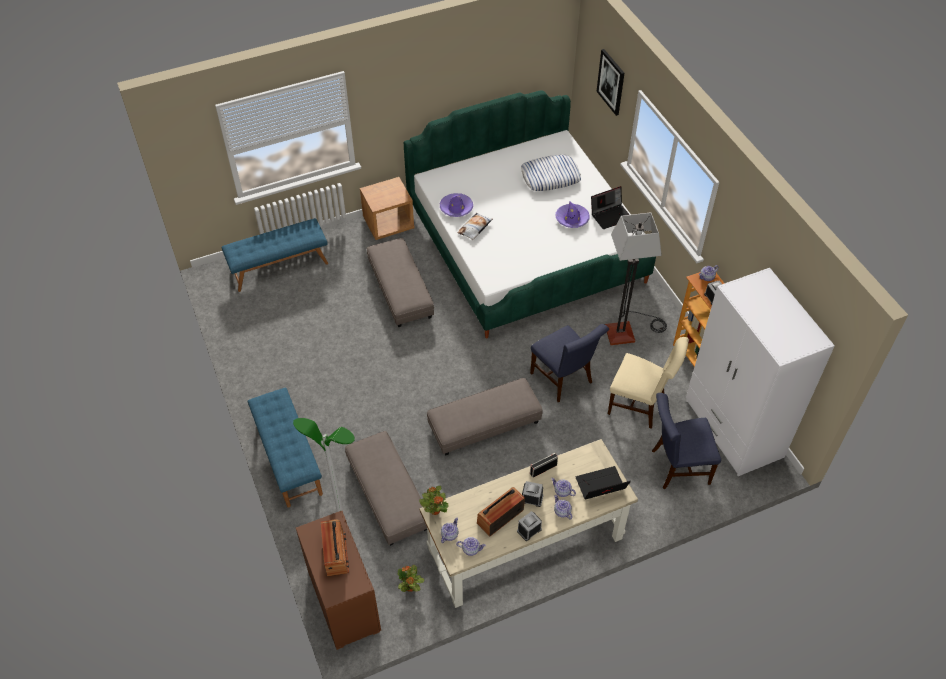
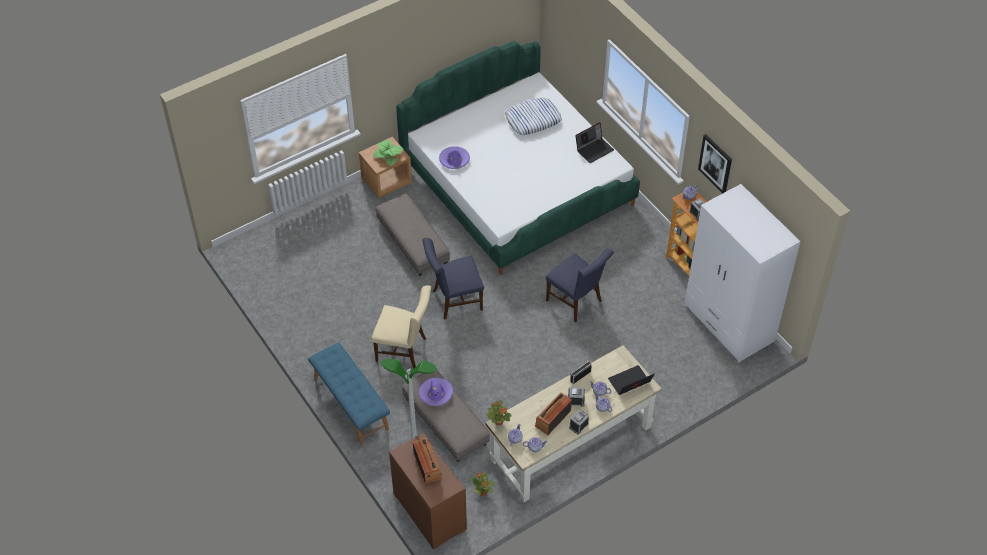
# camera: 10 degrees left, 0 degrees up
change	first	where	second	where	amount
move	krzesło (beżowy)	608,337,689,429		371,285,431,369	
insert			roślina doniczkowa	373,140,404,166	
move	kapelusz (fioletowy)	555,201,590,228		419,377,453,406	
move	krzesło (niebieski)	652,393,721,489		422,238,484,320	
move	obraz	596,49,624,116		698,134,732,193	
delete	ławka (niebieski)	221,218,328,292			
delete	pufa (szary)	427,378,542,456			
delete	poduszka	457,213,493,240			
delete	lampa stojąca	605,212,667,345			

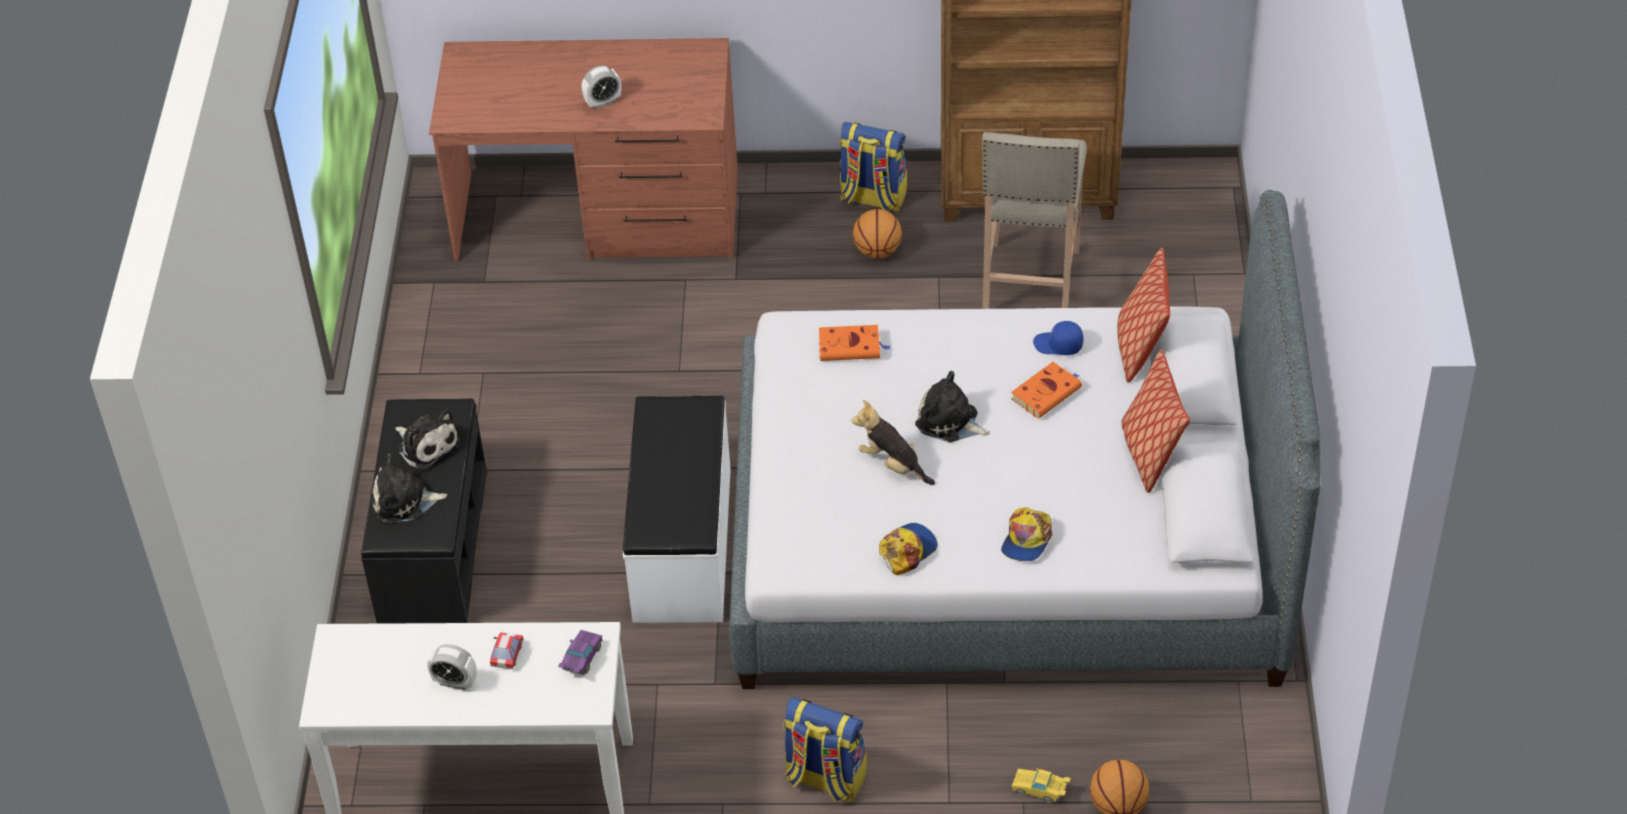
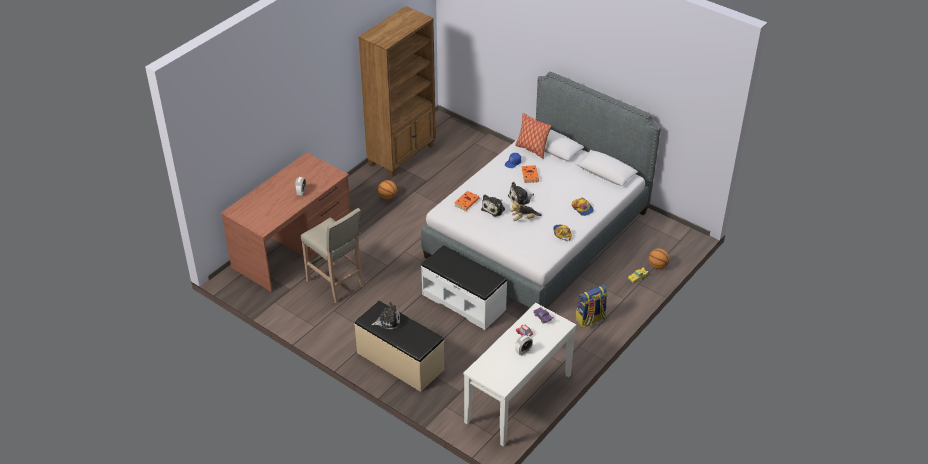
# camera: 55 degrees left, 5 degrees down
change	first	where	second	where	amount
move	stołek (beżowy)	982,132,1087,309		301,208,364,304	
recolor	ławka (czarny)	361,399,487,624	ławka (beżowy)	354,301,444,392	
move	pluszak	373,453,447,523		481,195,505,217	
delete	plecak	839,122,907,212			
delete	poduszka	1122,349,1190,493			

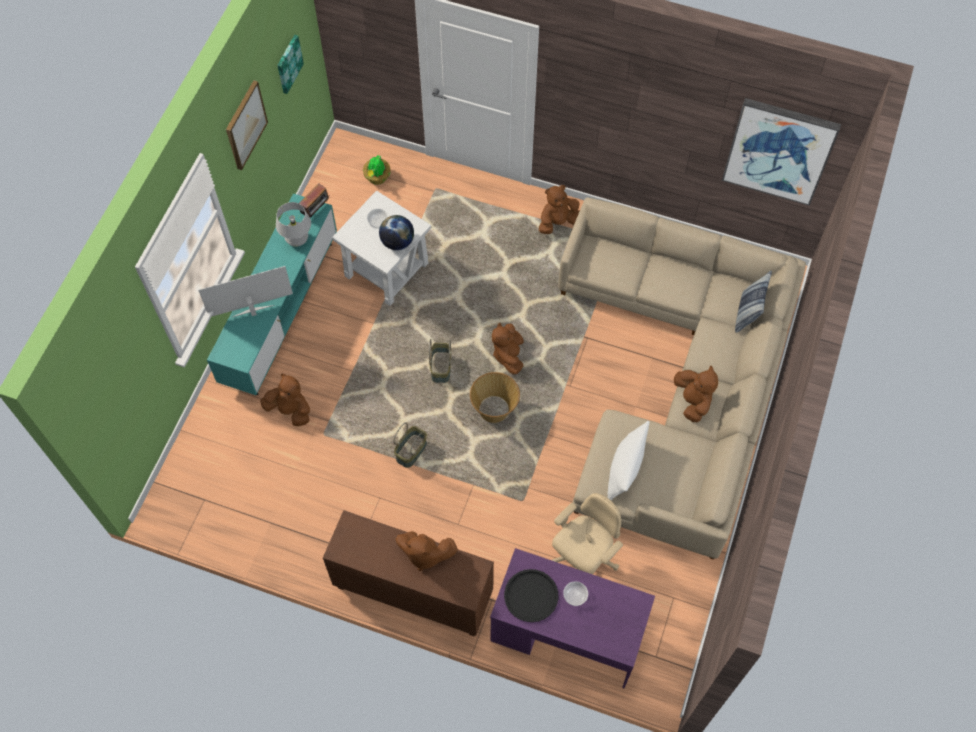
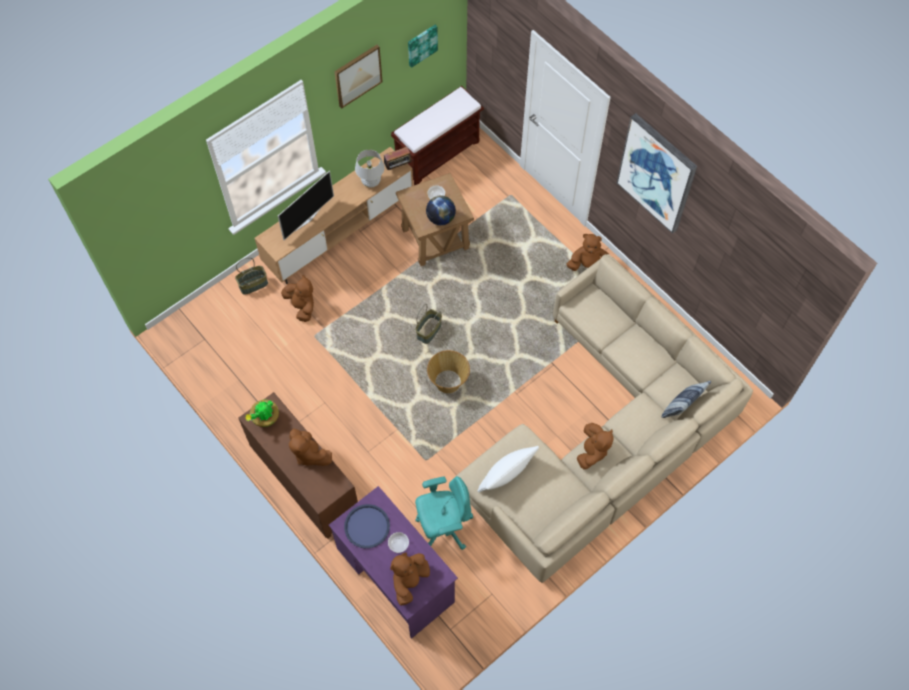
# camera: 30 degrees right, 0 degrees up
change	first	where	second	where	amount
move	koszyk	394,422,427,468		235,258,268,295	
move	roślina doniczkowa	363,155,391,185		245,400,279,427	
recolor	szafka pod telewizor (turkusowy)	207,193,337,395	szafka pod telewizor (brązowy)	255,147,413,284	
rotate	telewizor	198,266,293,317		278,171,334,240	120 degrees clockwise
recolor	taca (czarny)	504,569,558,622	taca (niebieski)	344,504,390,548	
move	pluszak (brązowy)	492,323,524,374		390,552,430,605	
insert			ławka (brązowy)	391,86,484,185	
recolor	stolik (biały)	332,190,431,306	stolik (brązowy)	396,173,474,266	
recolor	krzesło biurowe (beżowy)	552,493,623,574	krzesło biurowe (turkusowy)	415,476,473,550	
move	obraz	722,98,841,206		617,113,697,234	

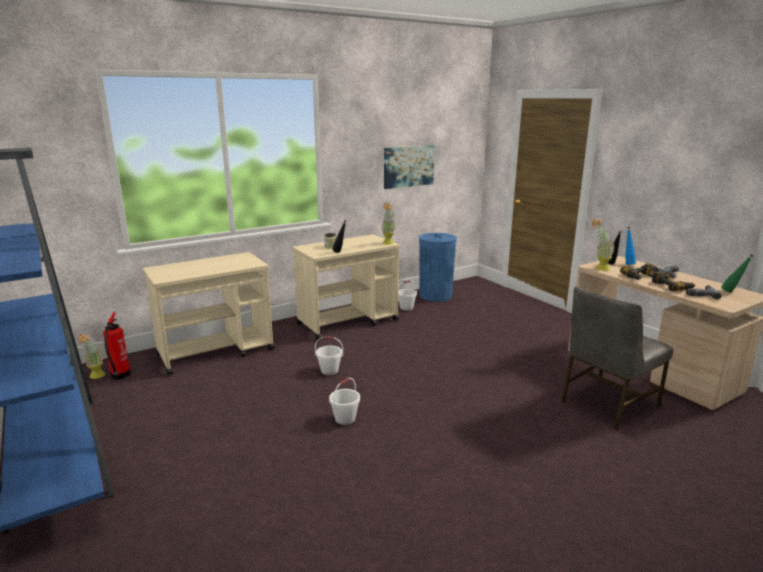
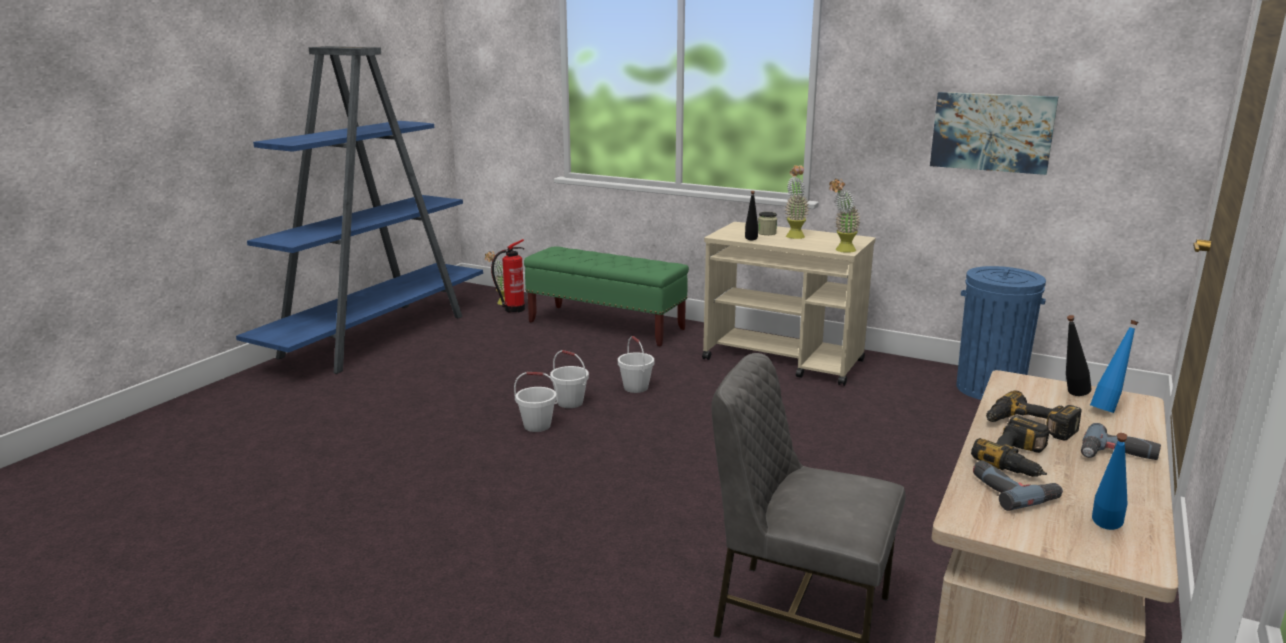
# camera: 60 degrees right, 0 degrees up
change	first	where	second	where	amount
replace	wózek (beżowy)	143,252,274,375	ławka (zielony)	524,246,689,347	
move	wiadro (biały)	398,280,417,311		550,350,589,408	
move	roślina doniczkowa	592,218,614,271		784,165,810,239	
recolor	butelka (zielony)	721,254,754,292	butelka (niebieski)	1092,433,1128,530	

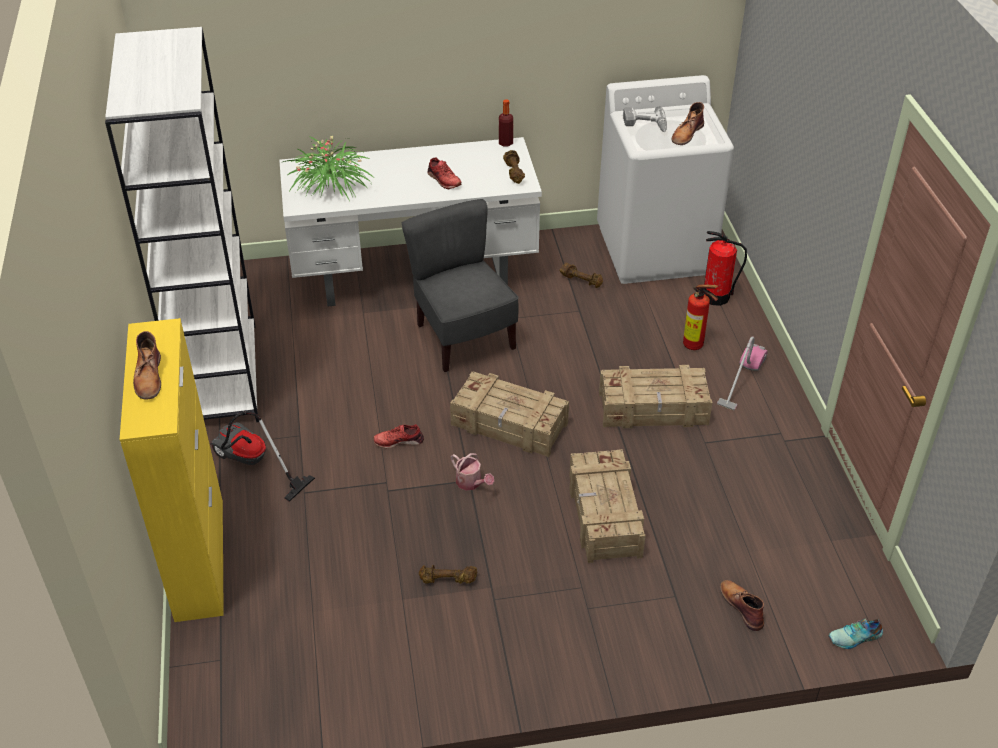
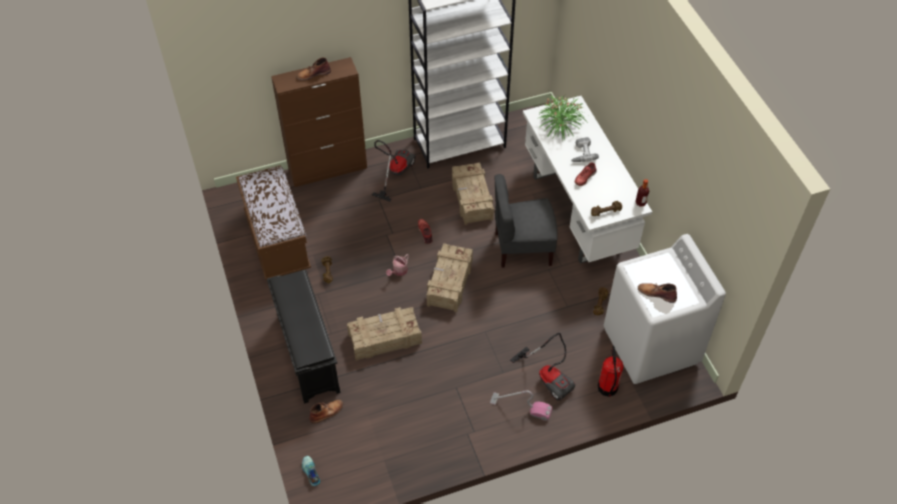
# camera: 80 degrees right, 10 degrees up
change	first	where	second	where	amount
insert			ławka (brązowy)	236,165,311,280	
insert			regał na buty (czarny)	267,270,340,404	
recolor	szafka (żółty)	120,318,224,622	szafka (brązowy)	271,57,367,187	
move	skrzynka	599,365,712,428		452,162,494,225	
rotate	krzesło (szary)	402,199,519,372		494,174,558,268	150 degrees counterclockwise
replace	gaśnica	683,284,718,350	odkurzacz	510,333,575,401	
move	wiertarka	623,106,667,132		571,137,599,162	

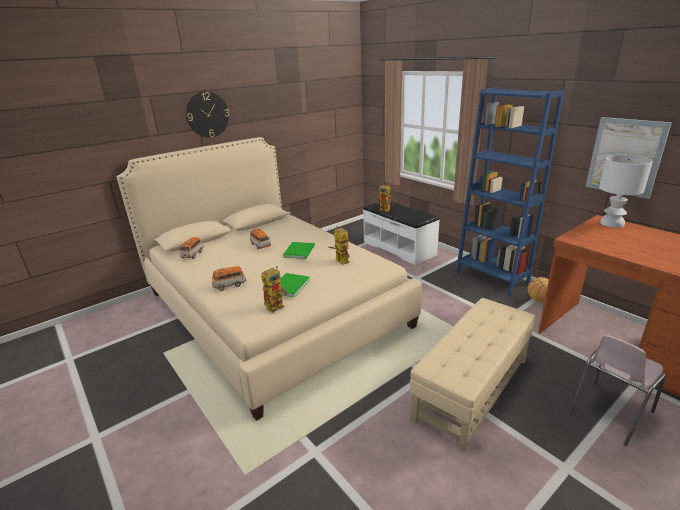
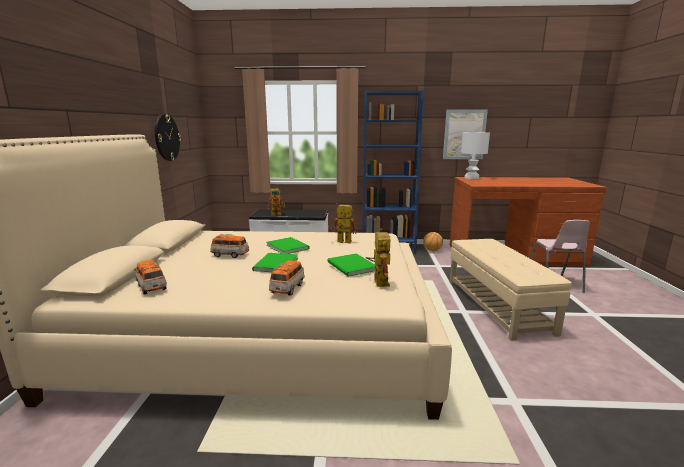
# camera: 50 degrees left, 10 degrees down
change	first	where	second	where	amount
move	zegar ścienny	186,91,229,138		155,114,181,161	
insert			książka (zielony)	252,253,298,272	

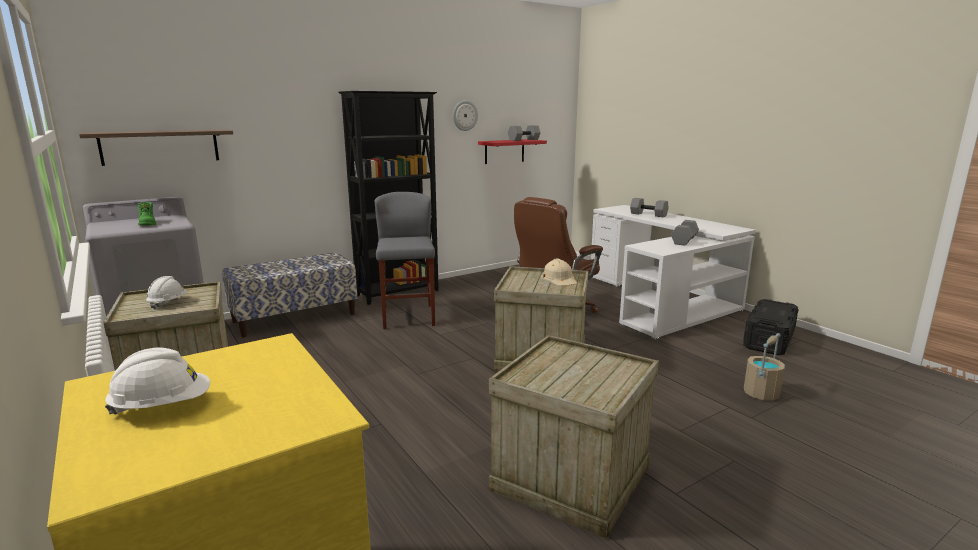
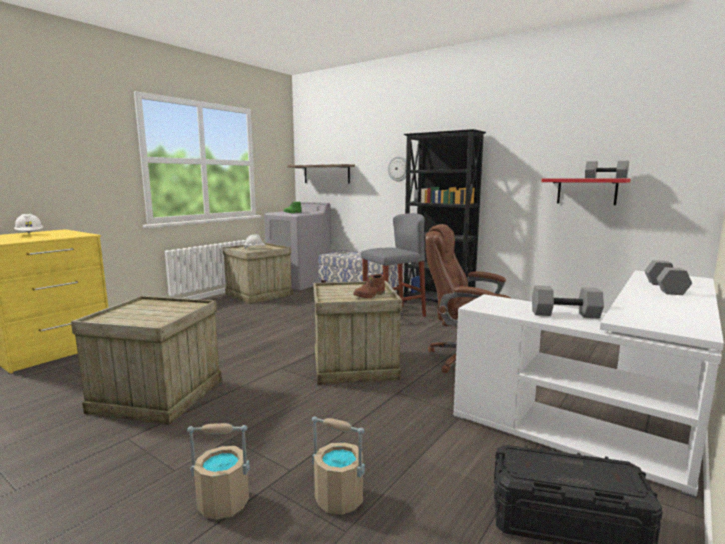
# camera: 70 degrees right, 5 degrees down
change	first	where	second	where	amount
insert			wiadro (beżowy)	187,423,250,520	
replace	kask (beżowy)	541,258,577,286	but z cholewką (brązowy)	353,274,385,298	
move	zegar ścienny	453,100,478,131		388,156,406,182	

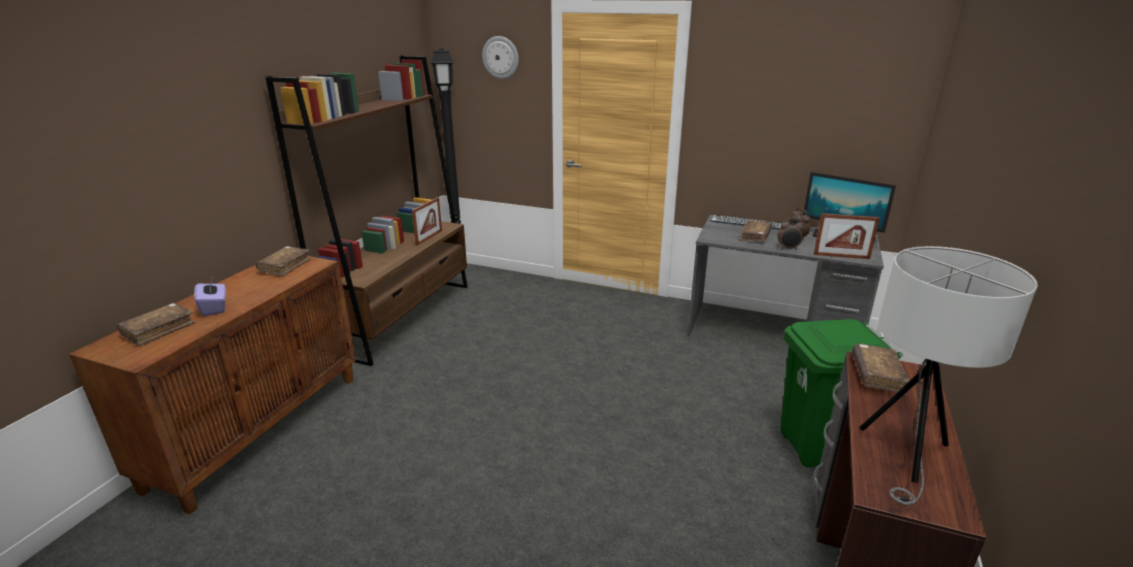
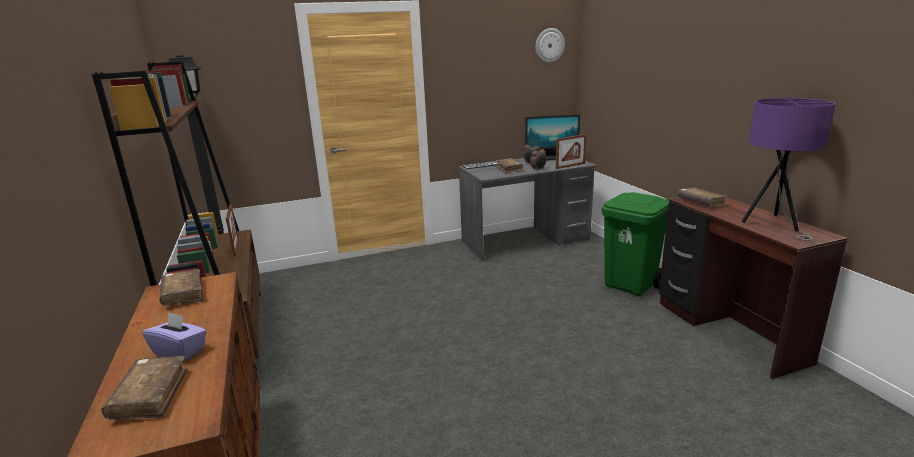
# camera: 40 degrees left, 5 degrees down
change	first	where	second	where	amount
move	zegar ścienny	482,36,519,79		535,28,565,63	
recolor	lampa stołowa (biały)	859,246,1038,505	lampa stołowa (fioletowy)	741,98,835,241	

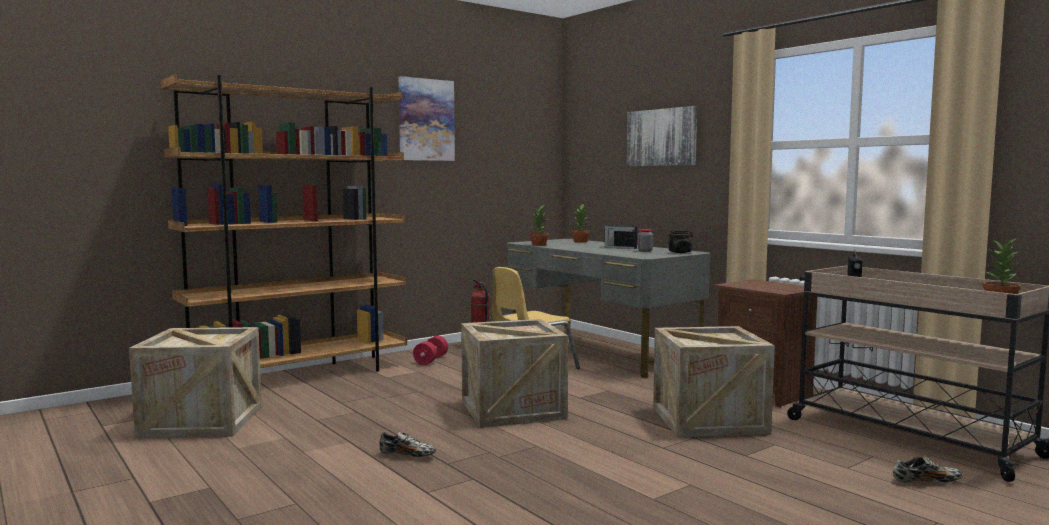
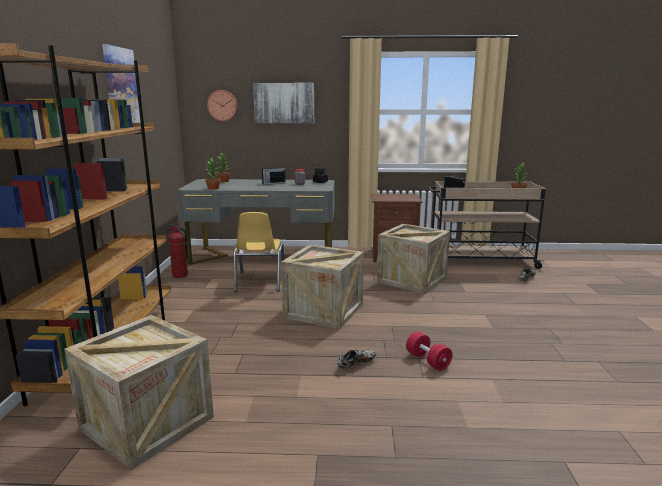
# camera: 50 degrees left, 10 degrees up
change	first	where	second	where	amount
insert			zegar ścienny	207,90,238,122	
move	hantel (czerwony)	413,336,448,365		406,331,452,371	

